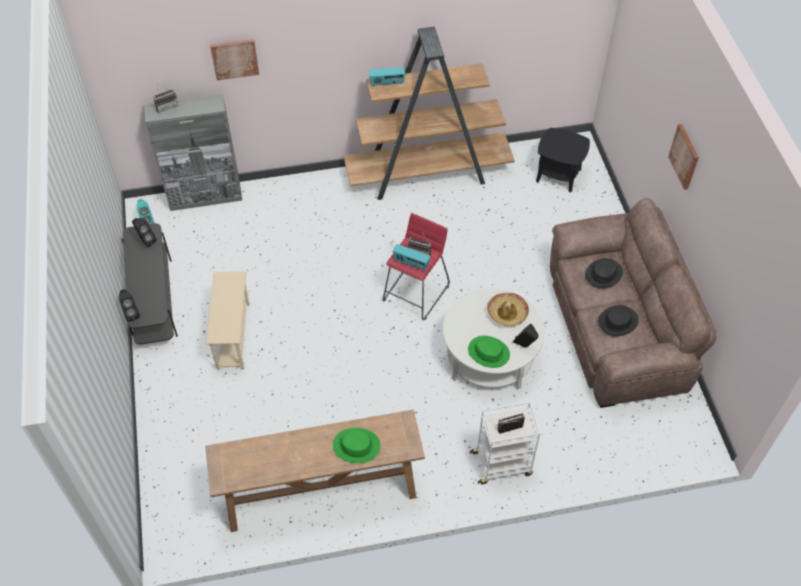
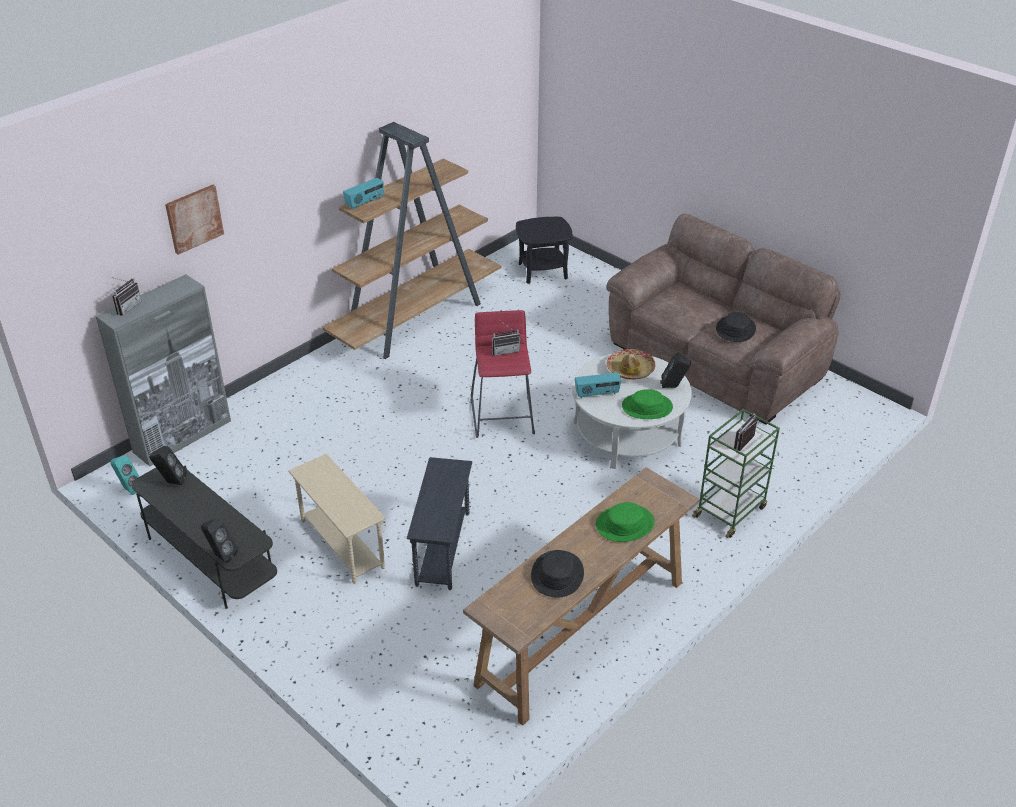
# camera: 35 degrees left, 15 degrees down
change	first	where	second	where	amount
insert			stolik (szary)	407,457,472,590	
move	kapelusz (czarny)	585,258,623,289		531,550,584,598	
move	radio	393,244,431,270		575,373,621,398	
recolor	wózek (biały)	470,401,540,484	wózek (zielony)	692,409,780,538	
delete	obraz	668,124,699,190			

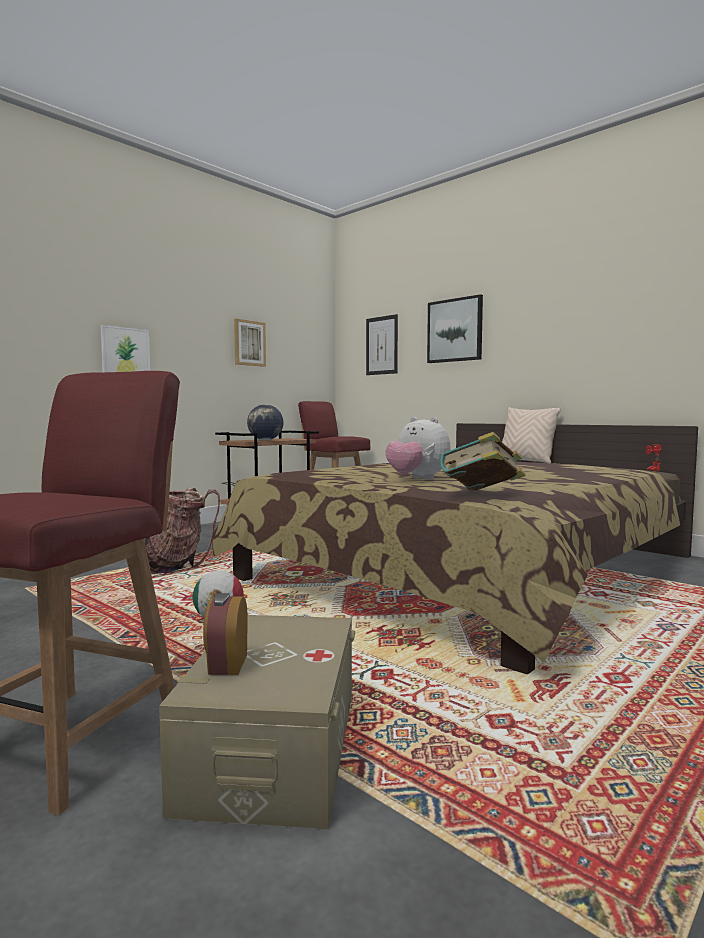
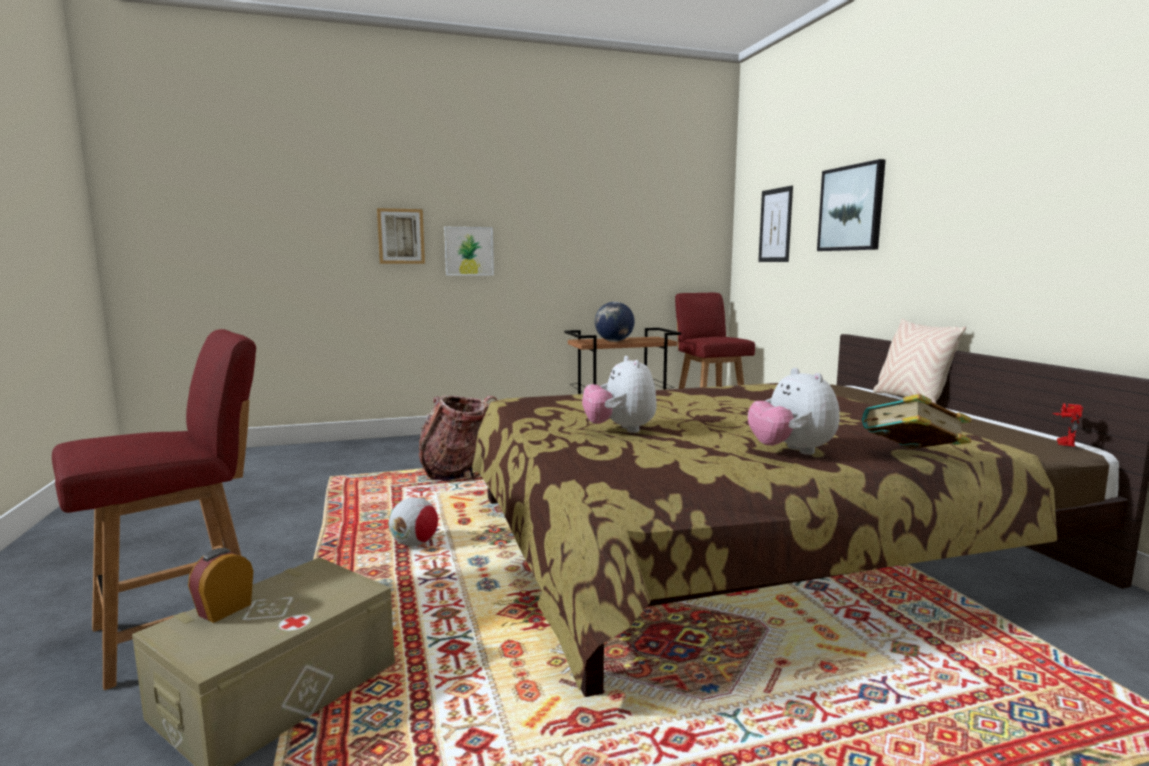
# camera: 30 degrees right, 5 degrees up
change	first	where	second	where	amount
move	obraz	234,319,266,367		377,208,425,264	
insert			pluszak	748,368,839,455	
move	książka	440,432,526,491		862,394,971,449	

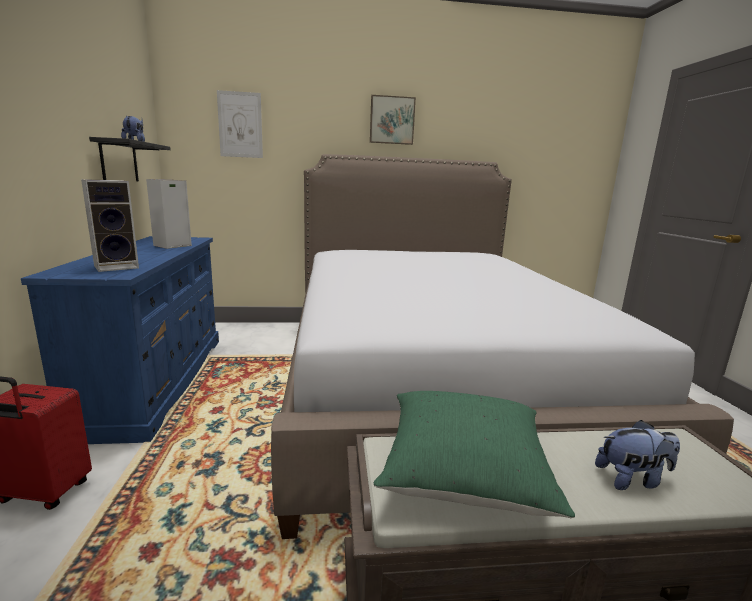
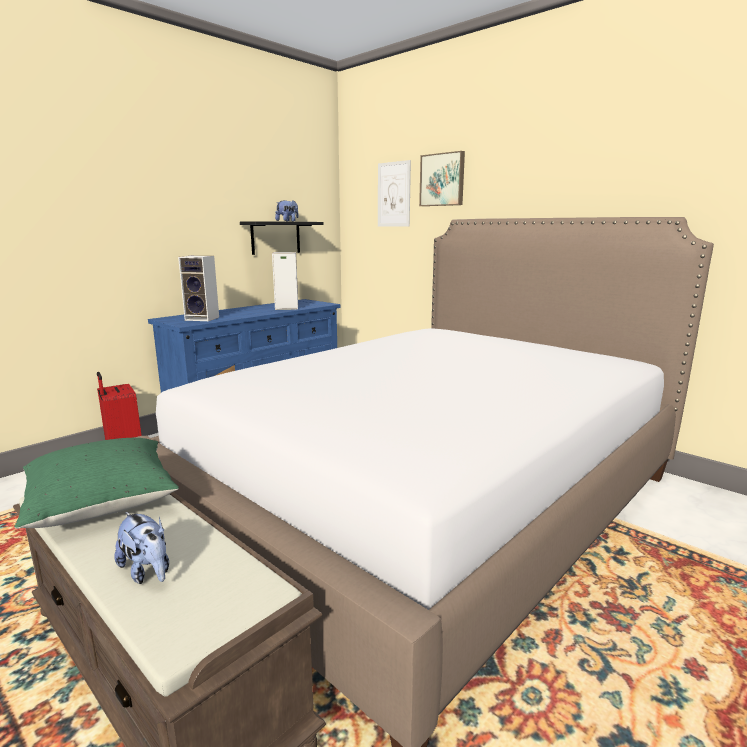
# camera: 50 degrees right, 0 degrees up
change	first	where	second	where	amount
move	obraz	370,95,416,145		419,151,465,206	

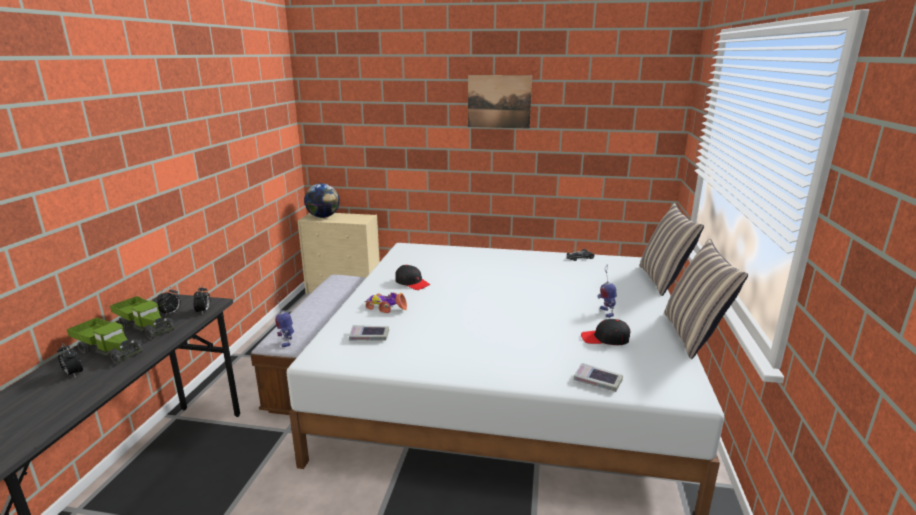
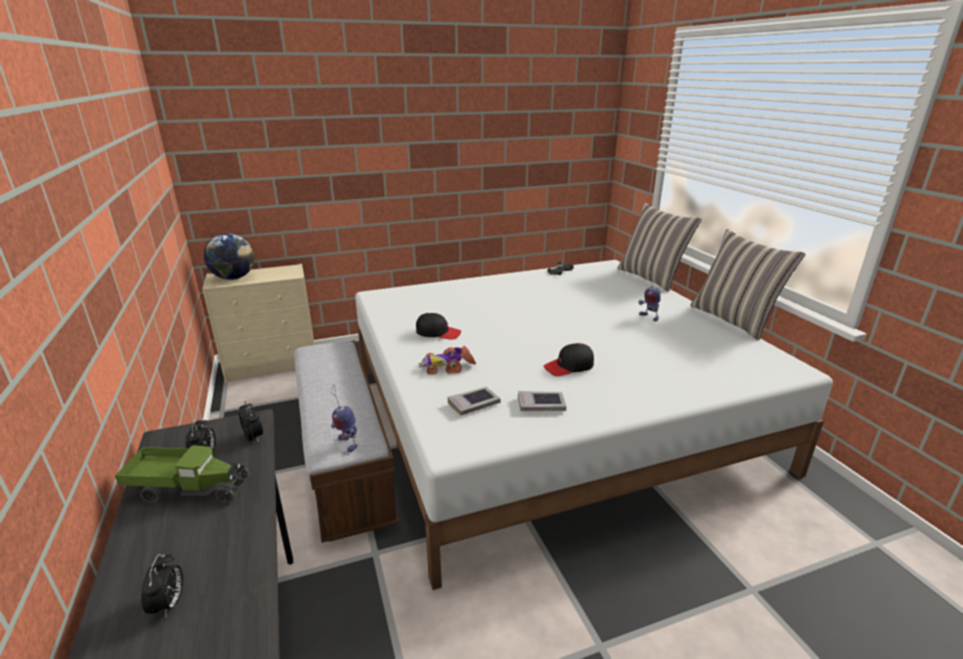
# camera: 30 degrees left, 5 degrees up
change	first	where	second	where	amount
rotate	budzik	57,343,83,378		141,554,183,617	105 degrees counterclockwise
move	książka	574,363,623,392		518,391,566,411	
move	czapka z daszkiem (czarny)	581,319,630,345		544,343,594,376	
delete	ciężarówka zabawkowa	67,317,143,364			
delete	obraz	468,75,532,129			

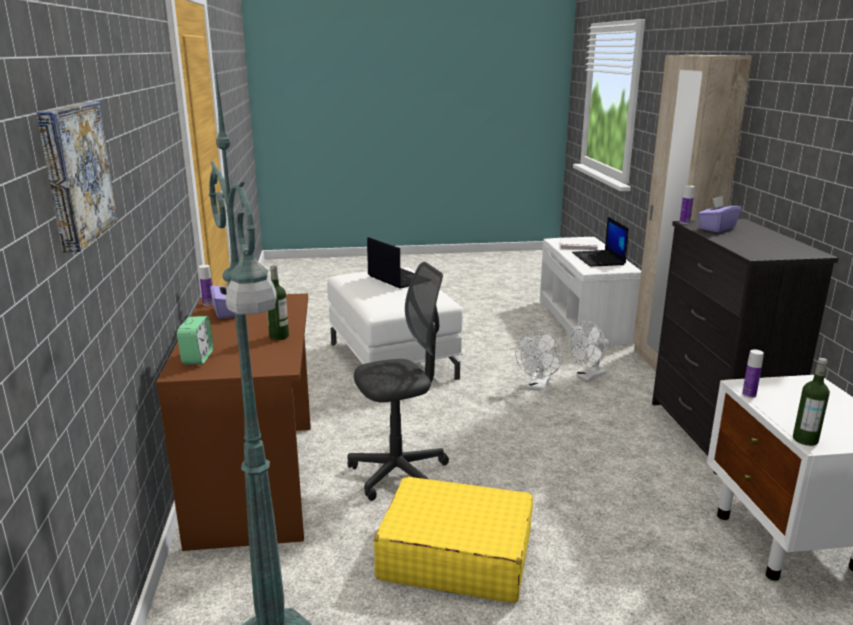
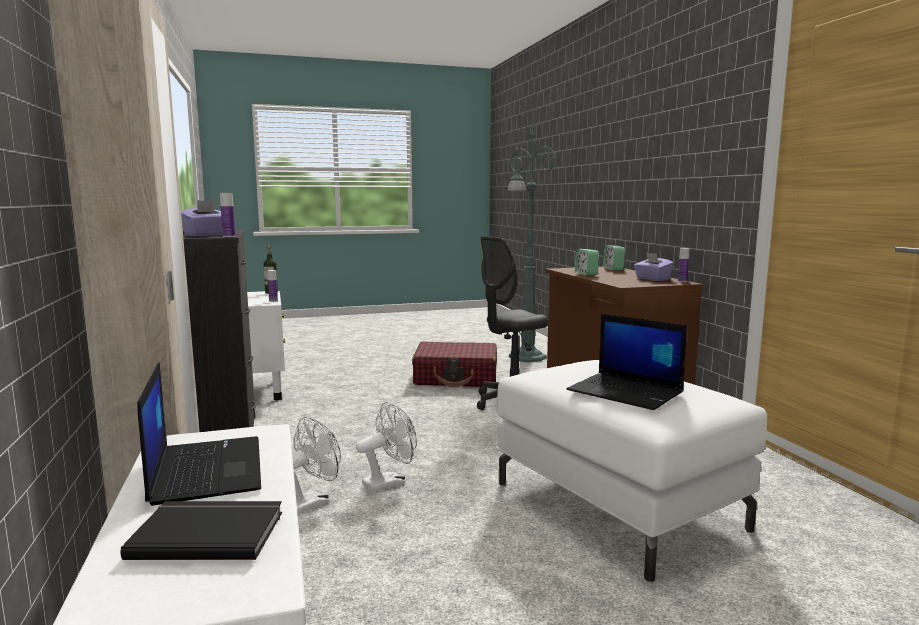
# camera: 170 degrees right, 10 degrees down
change	first	where	second	where	amount
recolor	książka (biały)	560,239,598,250	książka (czarny)	120,501,282,560	
rotate	wentylator (biały)	515,330,563,390		356,402,417,492	45 degrees clockwise
recolor	walizka (żółty)	374,477,533,603	walizka (czerwony)	412,341,497,387	
replace	butelka	267,265,289,340	budzik	575,249,599,276	
delete	obraz	36,102,118,253			

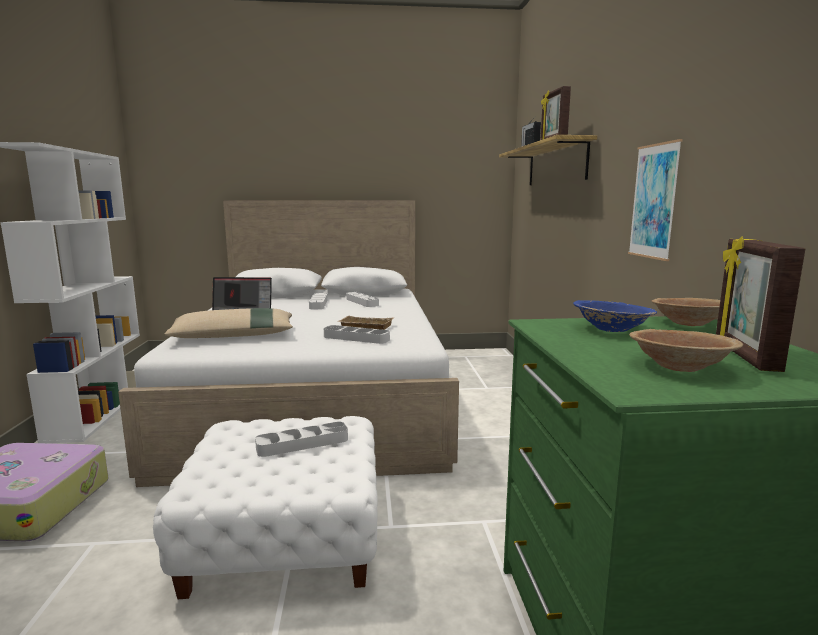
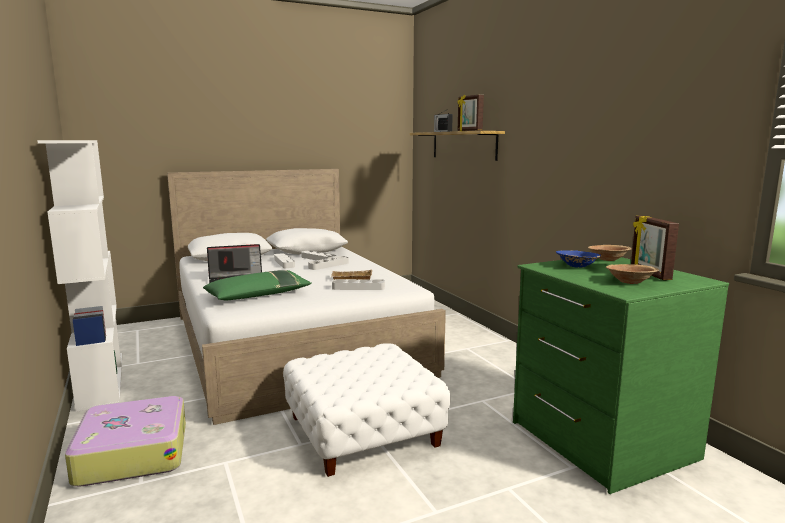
# camera: 20 degrees left, 0 degrees up
change	first	where	second	where	amount
recolor	poduszka (beżowy)	164,308,293,338	poduszka (zielony)	203,270,312,301	
move	taca (szary)	255,422,348,457		308,256,349,270	
delete	obraz	628,139,683,261			

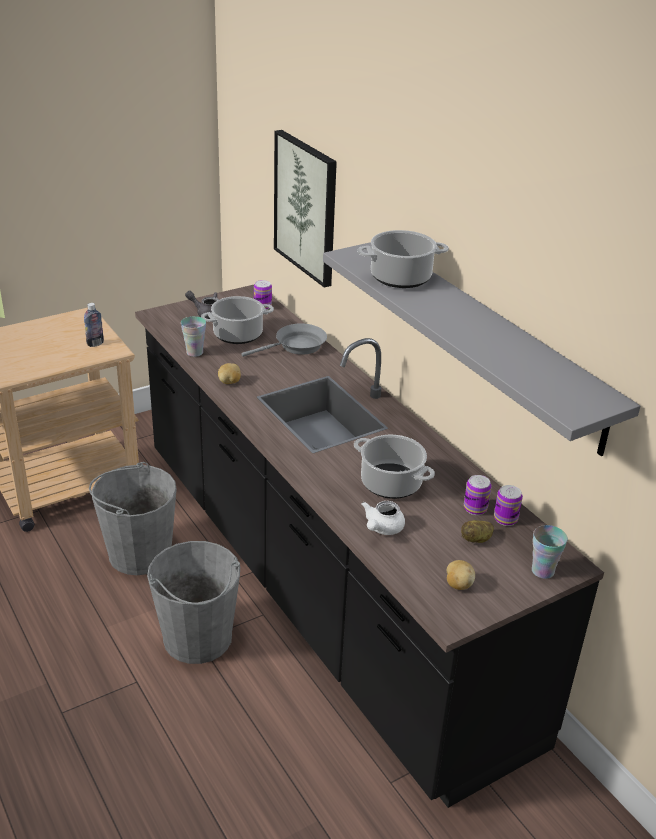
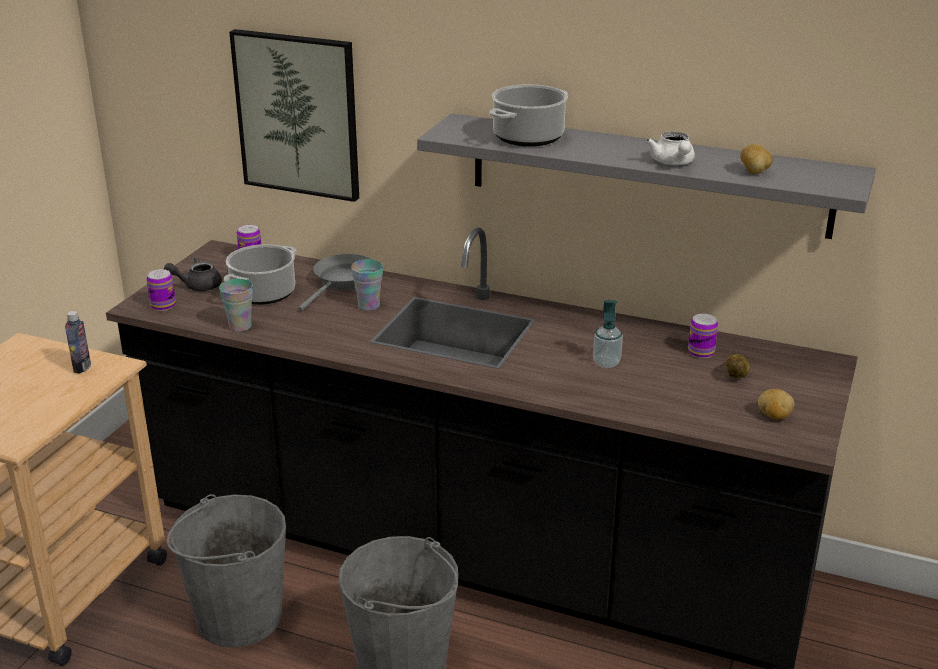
# camera: 35 degrees left, 5 degrees down
change	first	where	second	where	amount
move	puszka	494,485,523,526		147,269,176,311	
move	filiżanka	532,525,568,579		351,259,383,311	
replace	garnek	354,435,435,499	dozownik mydła	593,300,623,368	
move	imbryk (biały)	362,501,405,535		646,132,695,165	
move	ziemniak	218,363,241,384		740,144,773,174	

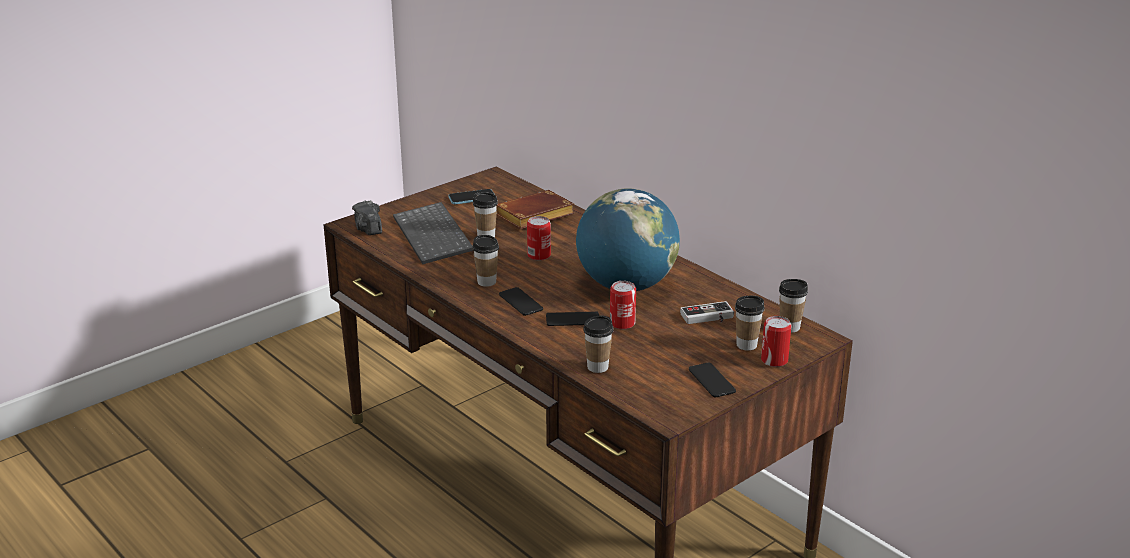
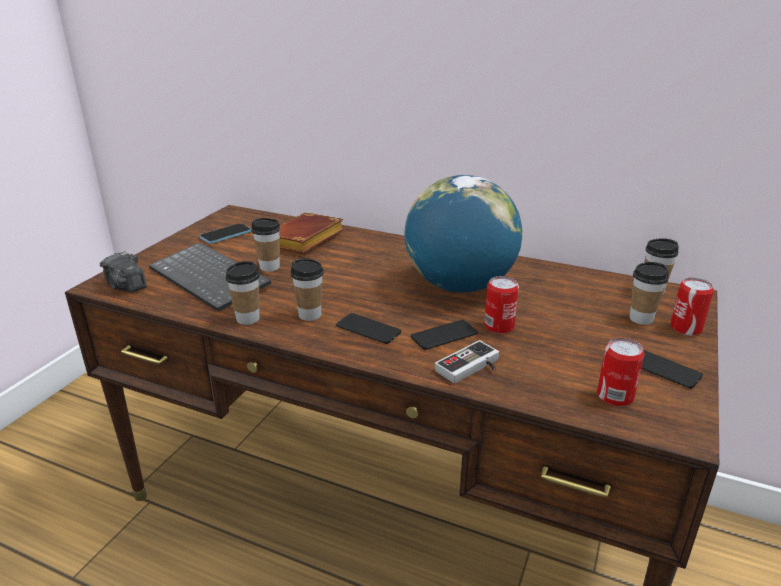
# camera: 25 degrees left, 0 degrees up
change	first	where	second	where	amount
move	filiżanka	583,315,613,373		226,261,260,325	
move	pad do gier	680,301,734,324		435,340,499,383	
move	puszka	527,216,551,261		597,338,644,406	

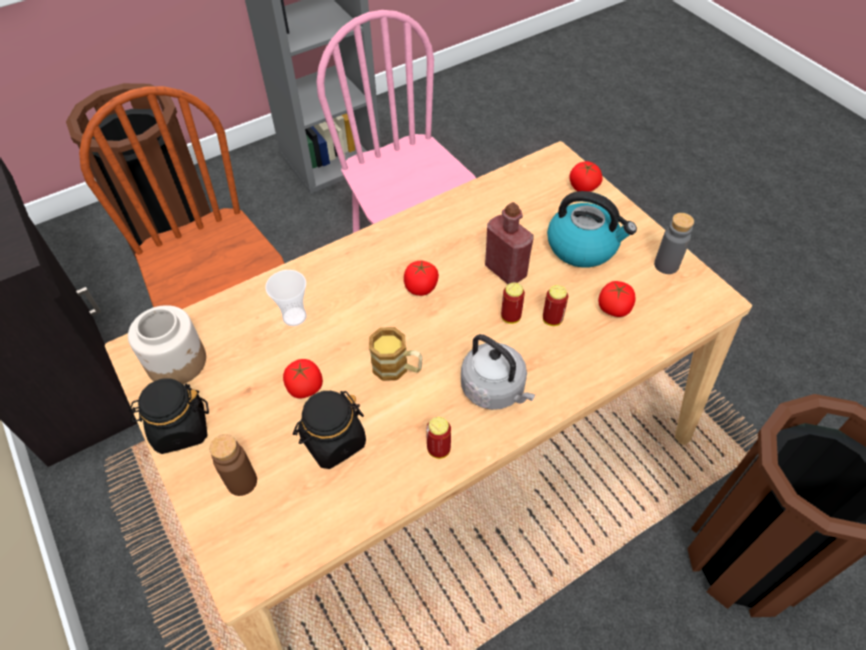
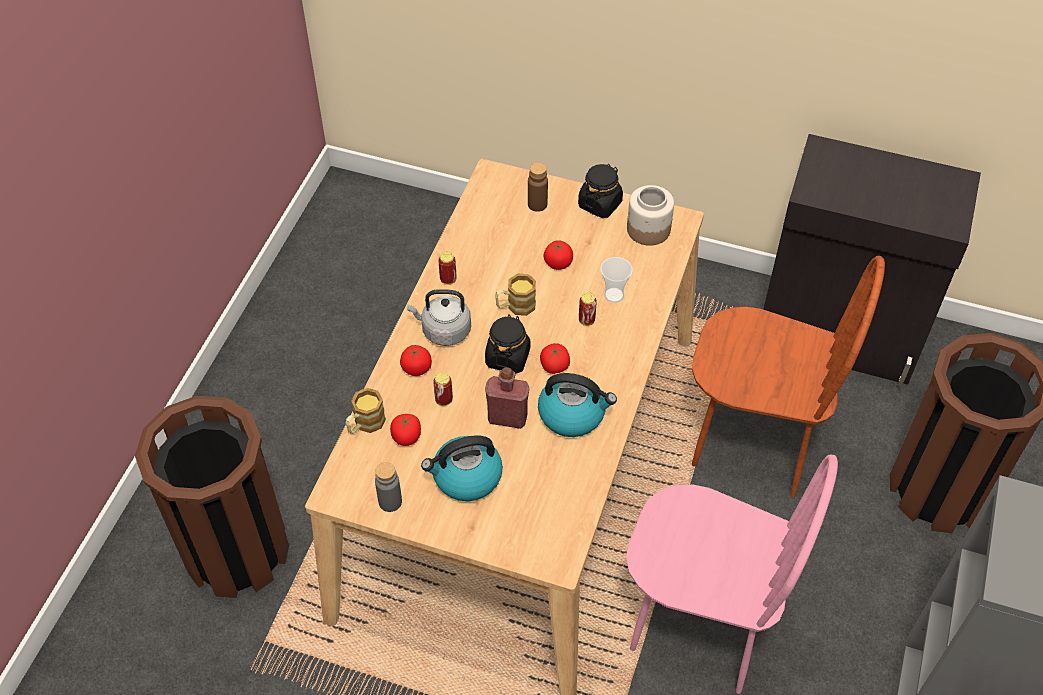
# camera: 140 degrees right, 0 degrees up
change	first	where	second	where	amount
insert			kubek	345,388,386,434	
move	pomidor	570,161,602,192		400,345,432,376	
move	słoik (czarny)	293,391,366,469		485,314,530,373	
insert			czajnik	538,373,617,437	
move	puszka	501,282,525,324		579,293,597,326	

